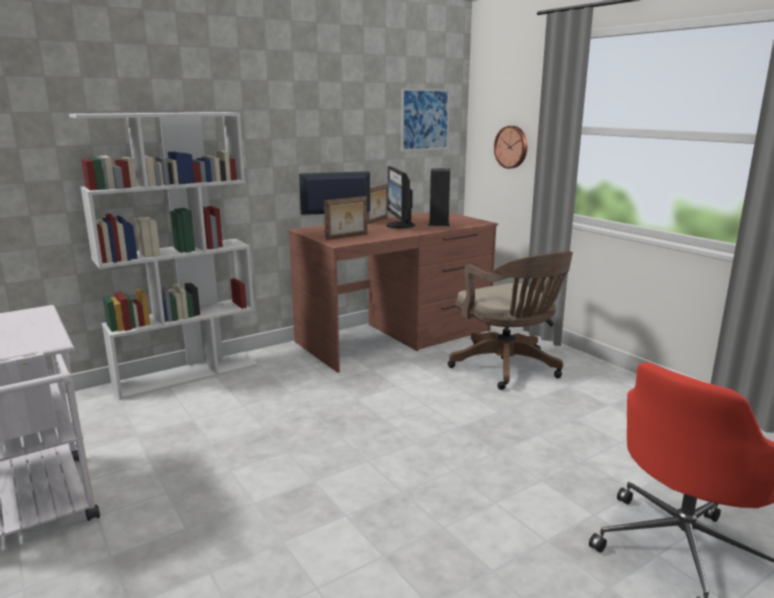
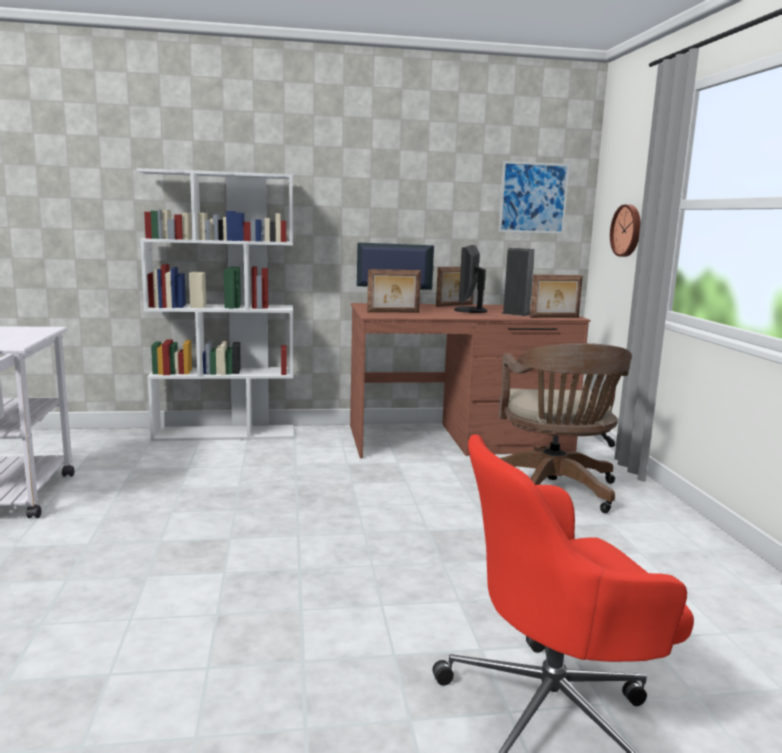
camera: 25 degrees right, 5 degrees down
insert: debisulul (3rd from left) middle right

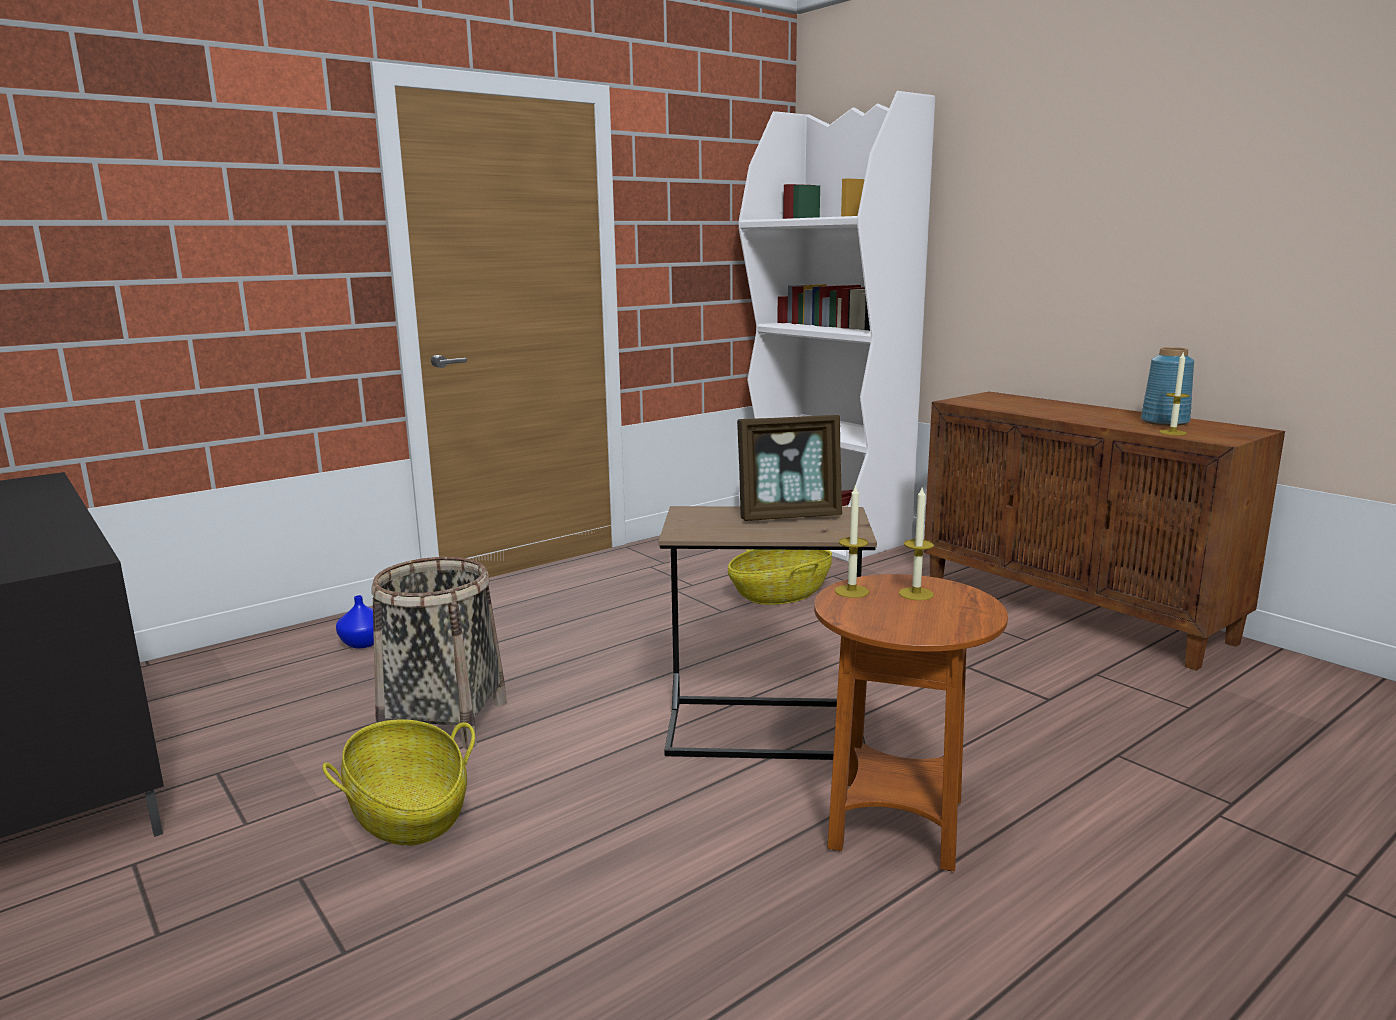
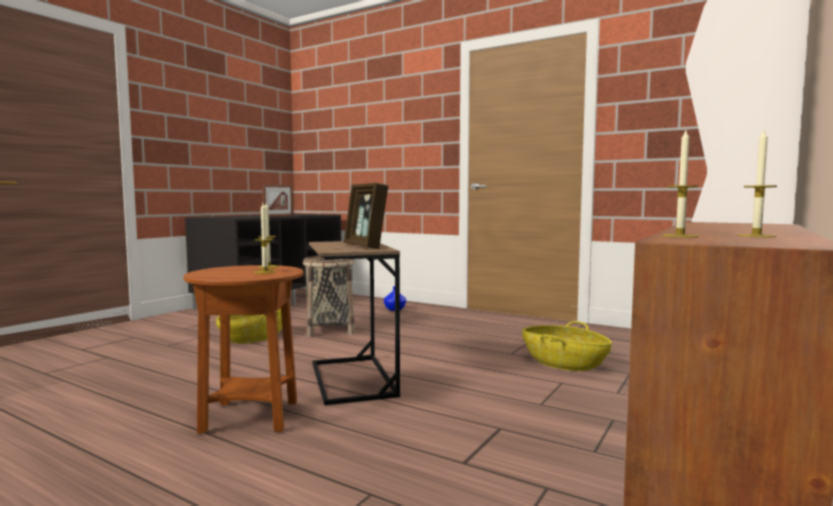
camera: 70 degrees right, 10 degrees down
insert: debisulul (1st from left) middle left
replace: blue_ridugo (2nd from left) middle right to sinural (4th from left) middle right

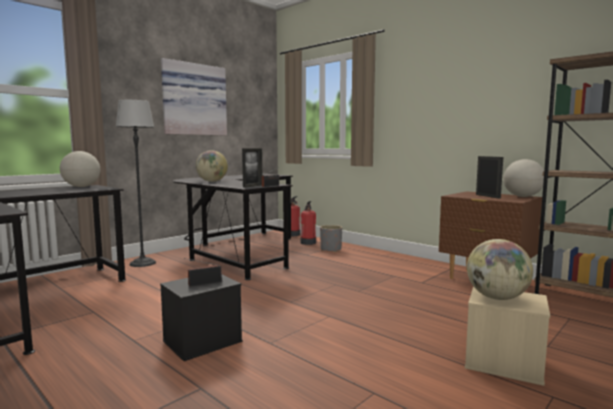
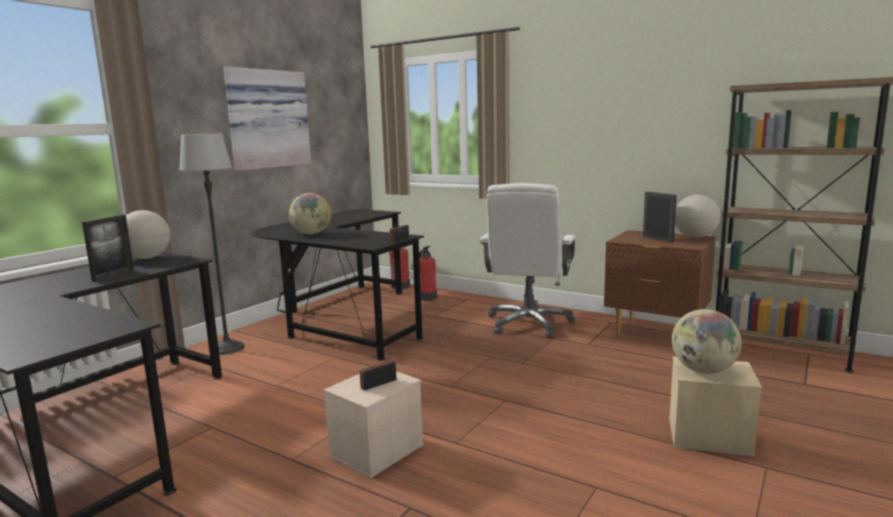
camera: 10 degrees left, 5 degrees up
delete: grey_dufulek centre
insert: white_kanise centre
move: debisulul (1st from left) centre to middle left
recolor: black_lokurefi bottom left to beige_lokurefi (1st from left) bottom centre

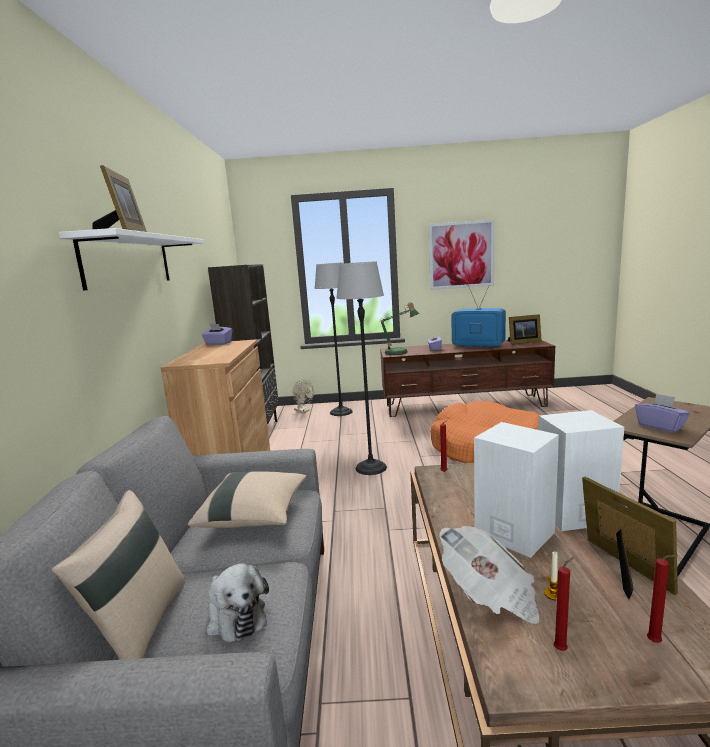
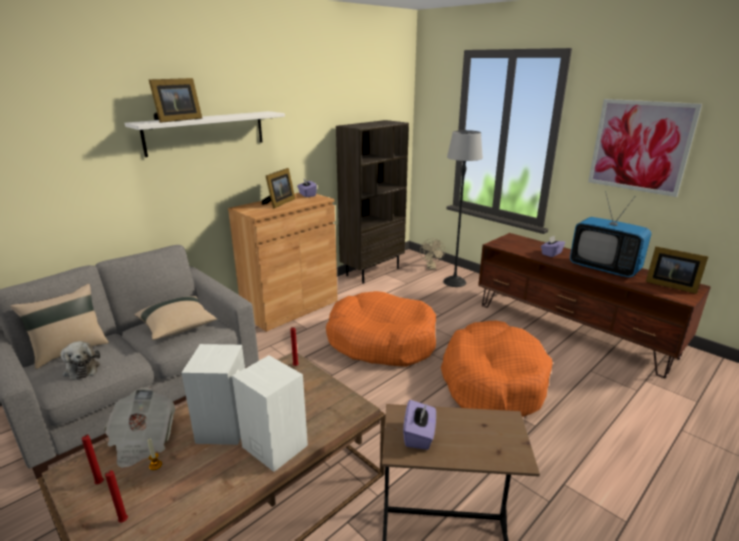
camera: 45 degrees right, 10 degrees up
delete: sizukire centre
move: debisulul (3rd from left in the first image) bottom right to debisulul (2nd from left) centre
replace: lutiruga (2nd from left) centre to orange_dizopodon (1st from left) centre
rotate: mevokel bottom centre = middle left 45 degrees counterclockwise; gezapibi middle right = middle right 150 degrees clockwise

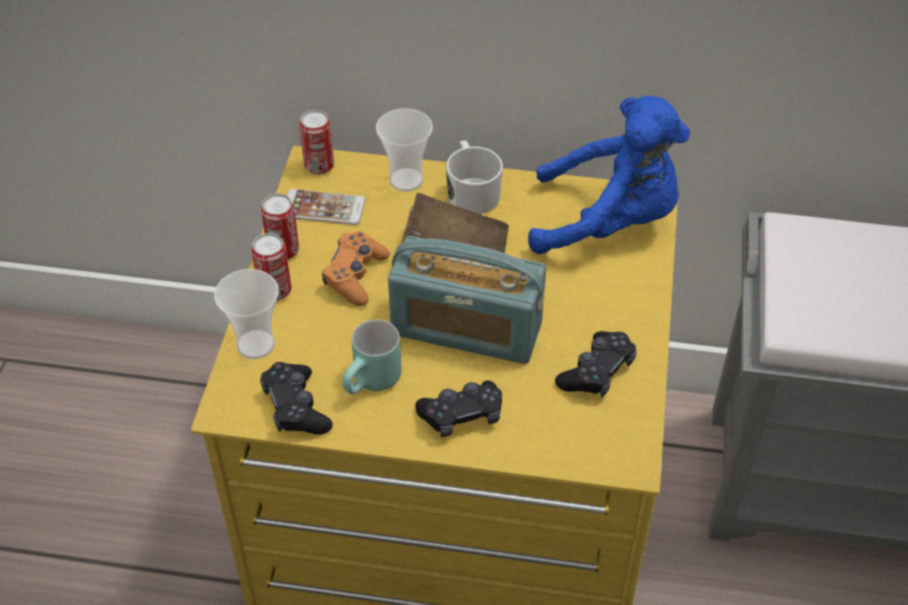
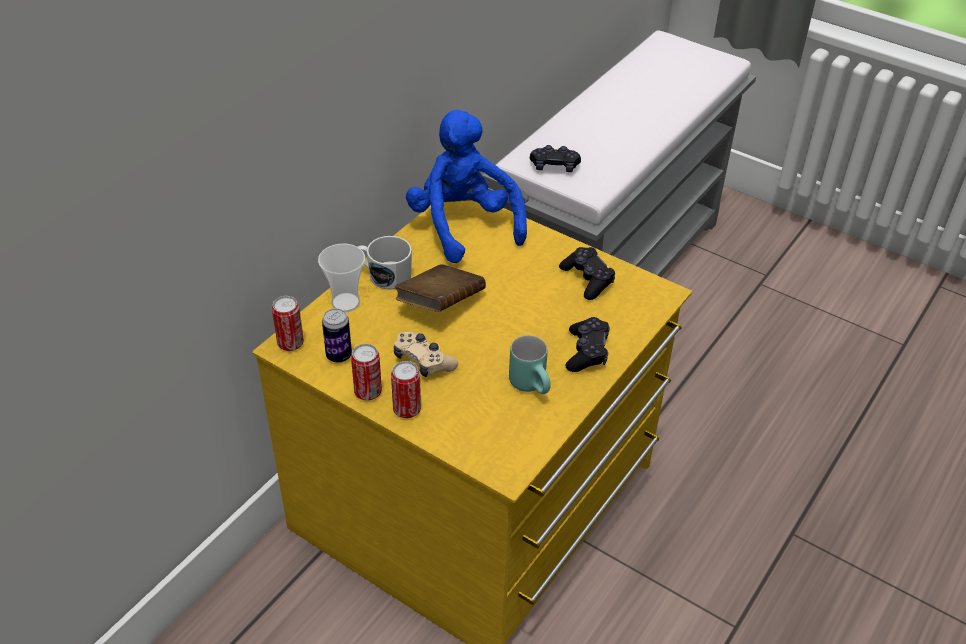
camera: 65 degrees left, 5 degrees down
delete: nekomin (1st from left) middle left; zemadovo centre
move: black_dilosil (1st from left) middle left to top centre
replace: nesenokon centre to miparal (2nd from left) centre
recolor: orange_dilosil centre to beige_dilosil centre
rotate: blue_mevokel top right = top centre 60 degrees counterclockwise

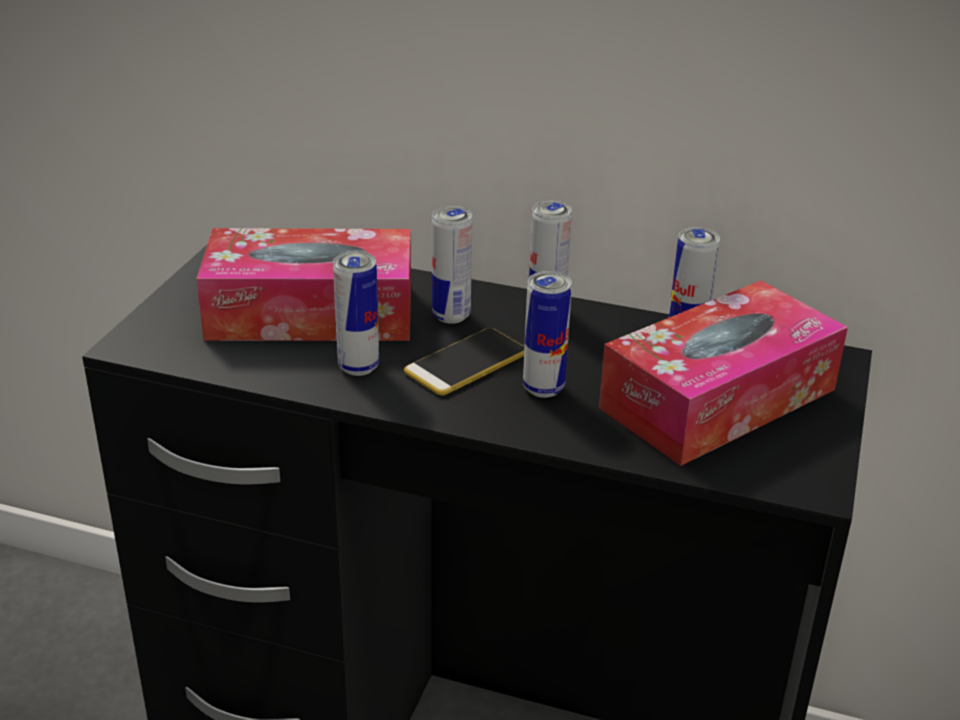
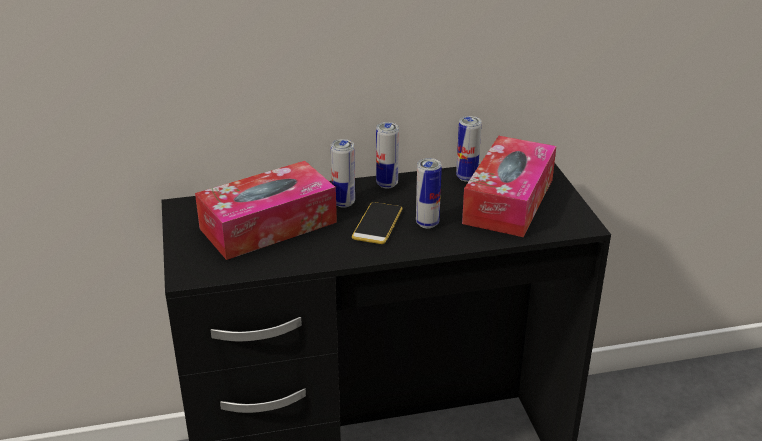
camera: 30 degrees left, 0 degrees up
delete: miparal (1st from left) centre

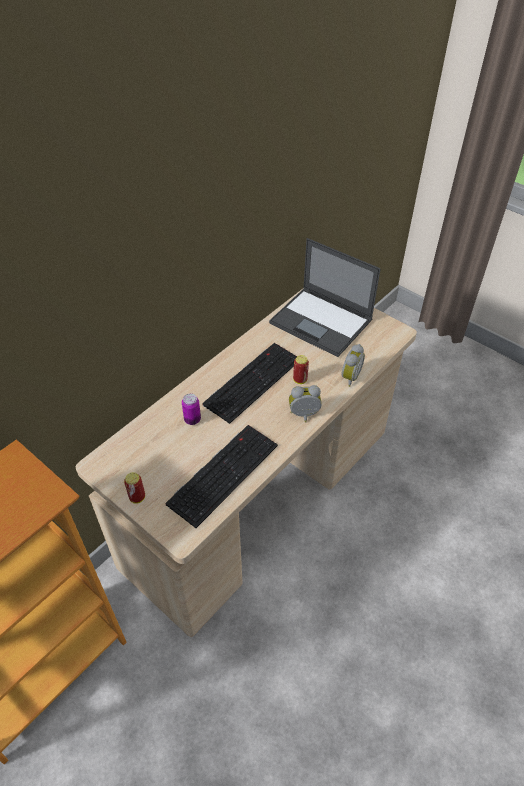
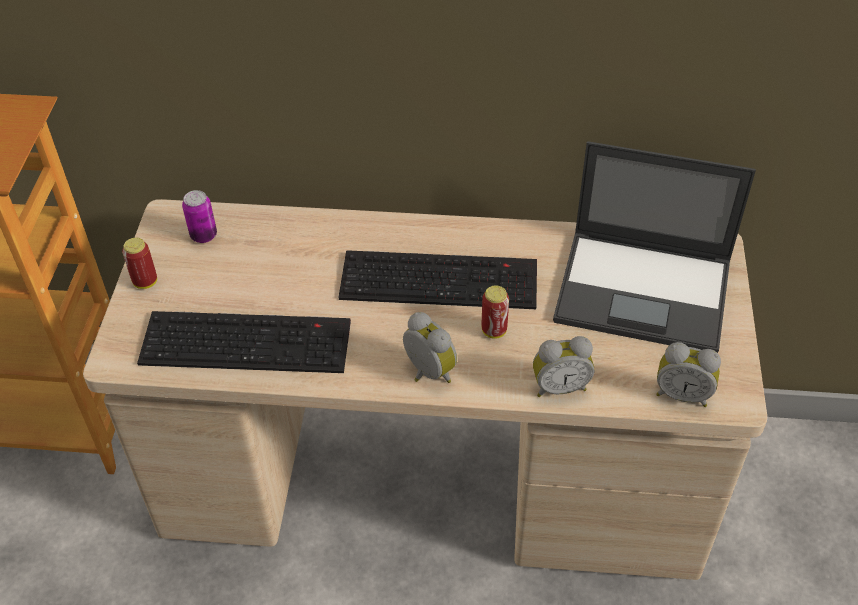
camera: 55 degrees right, 0 degrees up
insert: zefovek (3rd from left) middle right
move: miparal (2nd from left) centre to middle left
rotate: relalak centre = middle right 75 degrees counterclockwise

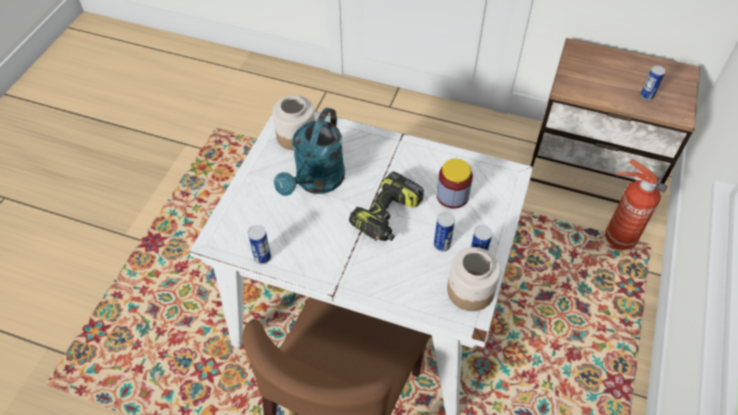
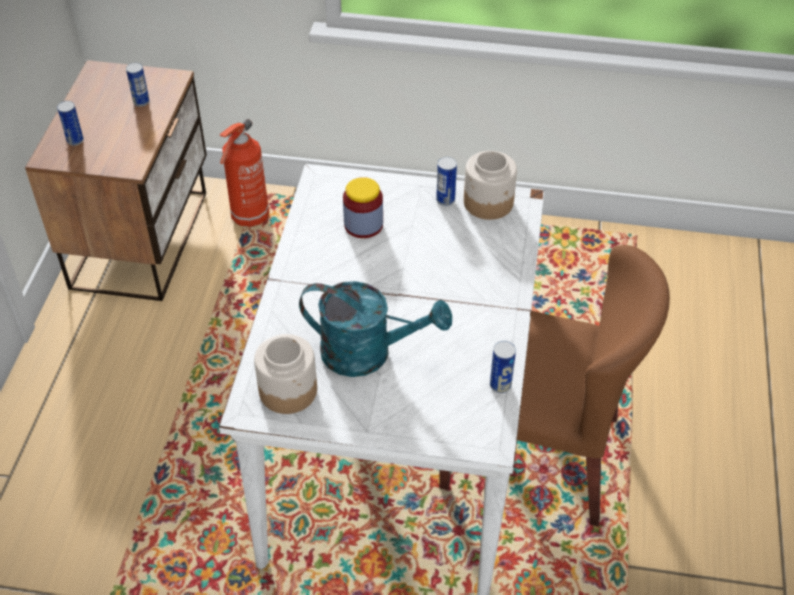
camera: 100 degrees left, 5 degrees down
delete: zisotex centre
move: miparal (2nd from left in the first image) centre to miparal (1st from left) top left

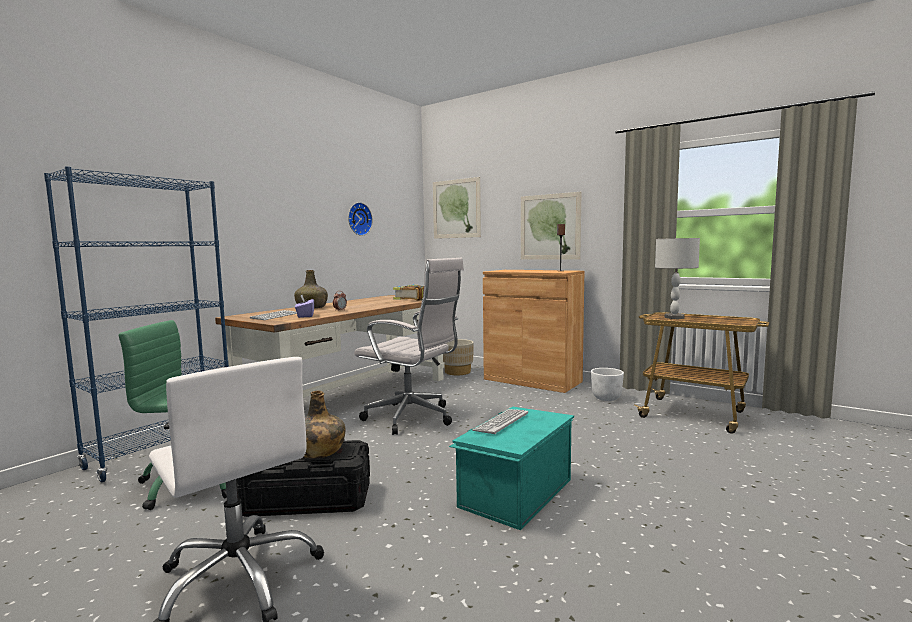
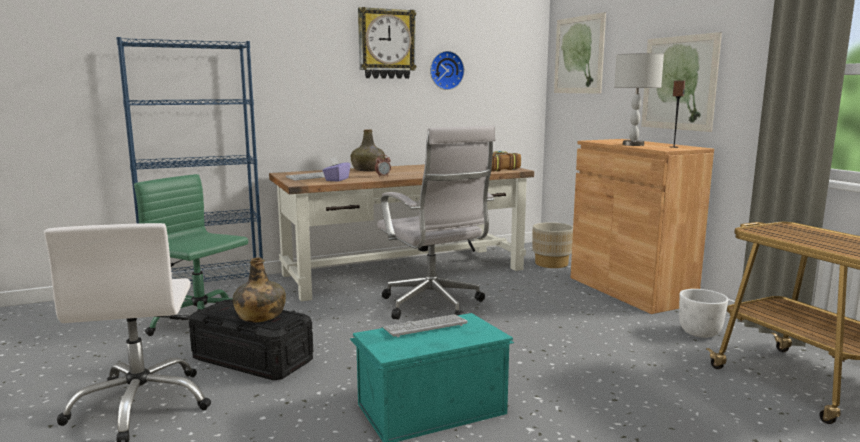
camera: 30 degrees right, 5 degrees up
insert: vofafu (1st from left) top centre
move: grey_sizukire middle right to top right

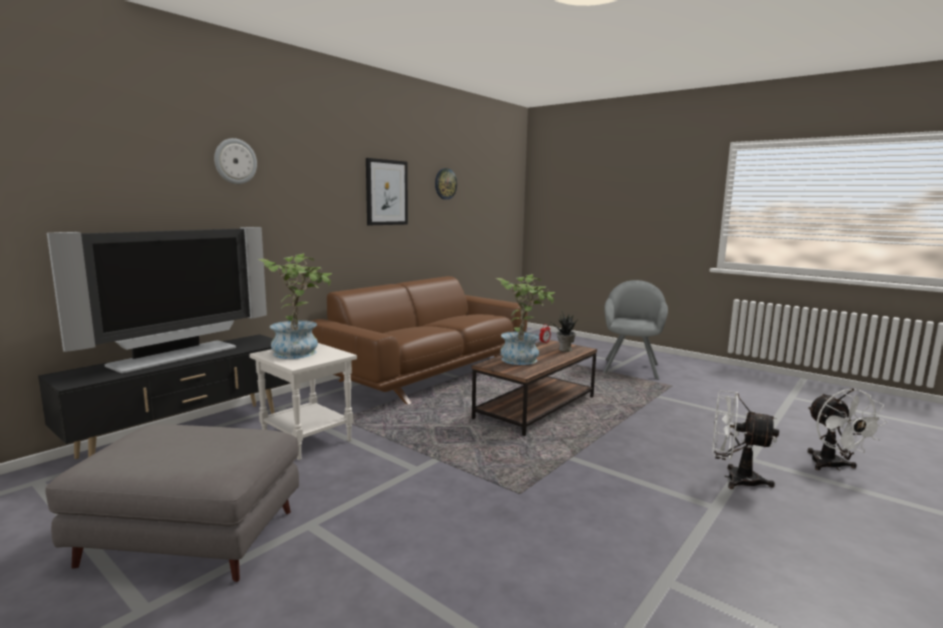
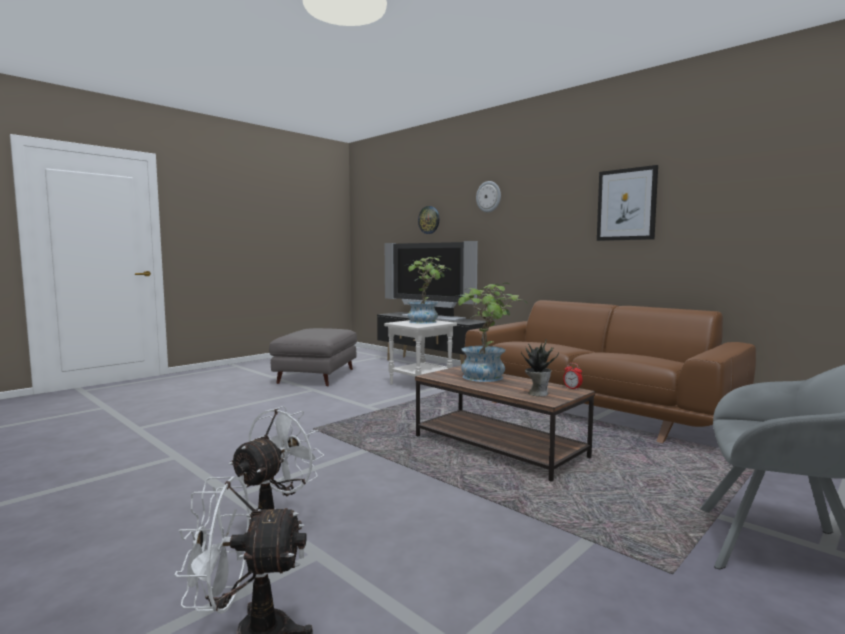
camera: 95 degrees right, 5 degrees down
move: vofafu (2nd from left in the first image) top centre to vofafu (1st from left) centre

